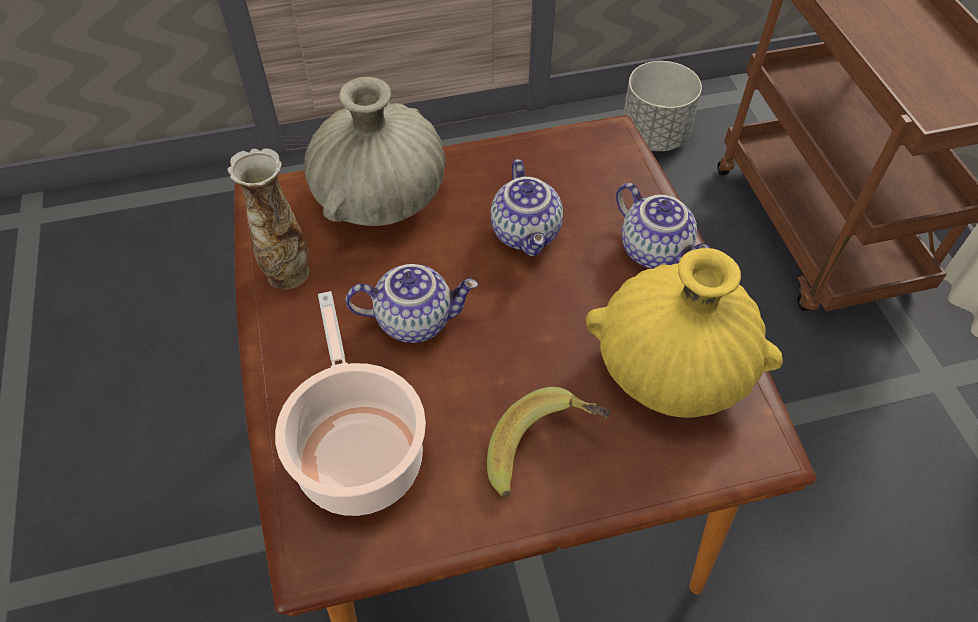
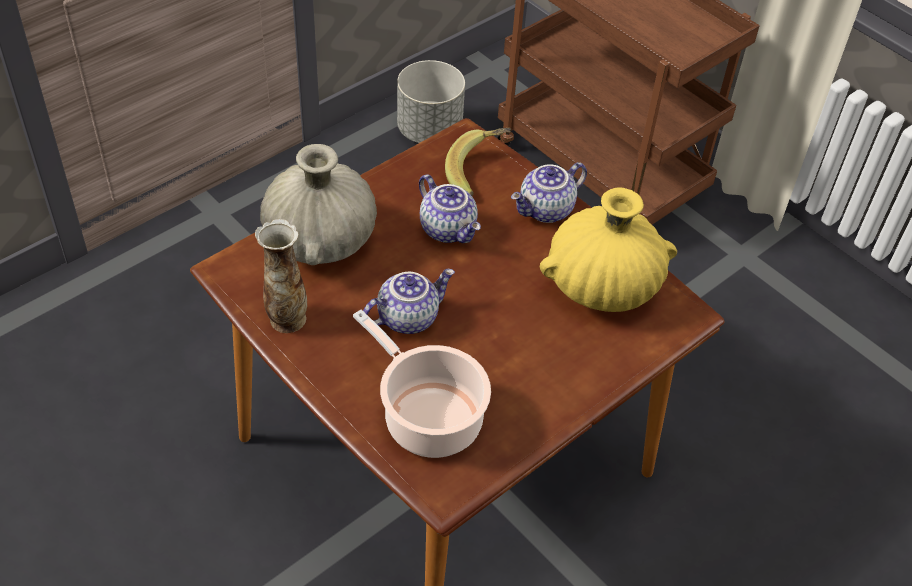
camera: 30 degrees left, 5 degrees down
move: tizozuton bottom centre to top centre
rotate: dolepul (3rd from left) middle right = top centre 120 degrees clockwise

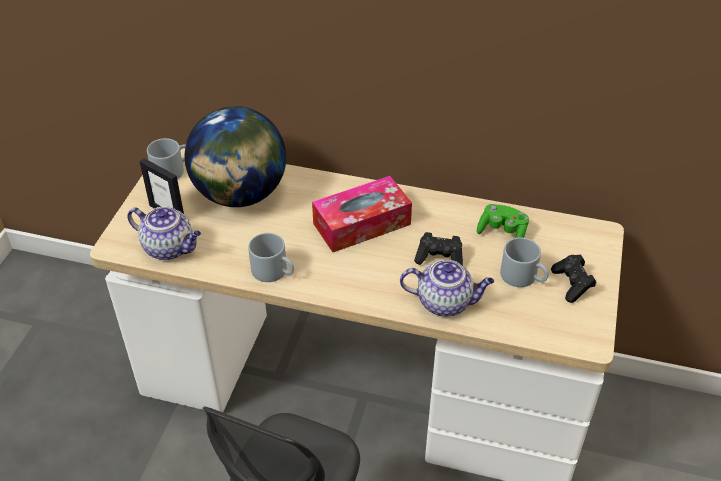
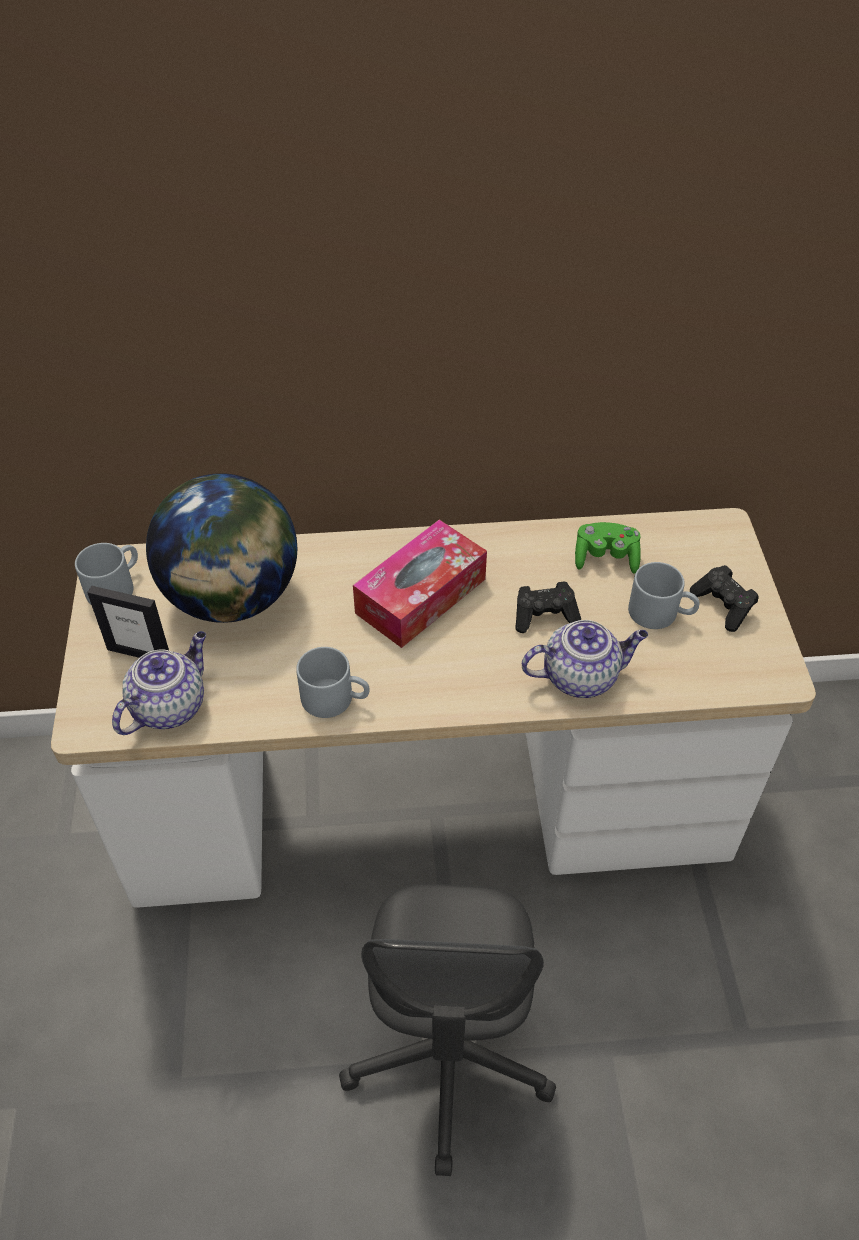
camera: 20 degrees left, 5 degrees up
rotate: dolepul (1st from left) middle left = middle left 60 degrees counterclockwise

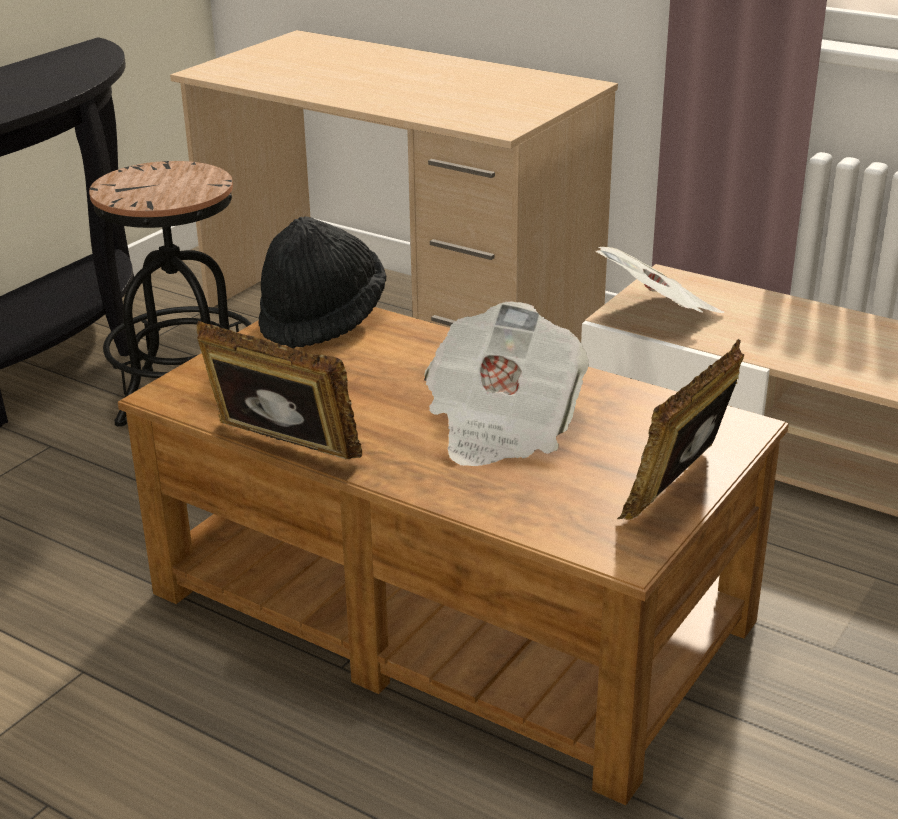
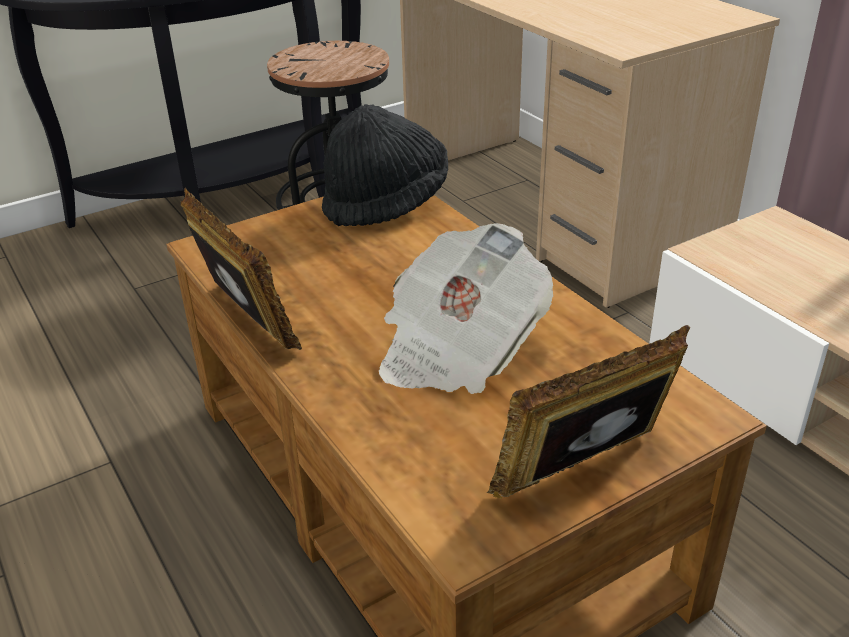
camera: 25 degrees right, 5 degrees up
delete: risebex (2nd from left) middle right

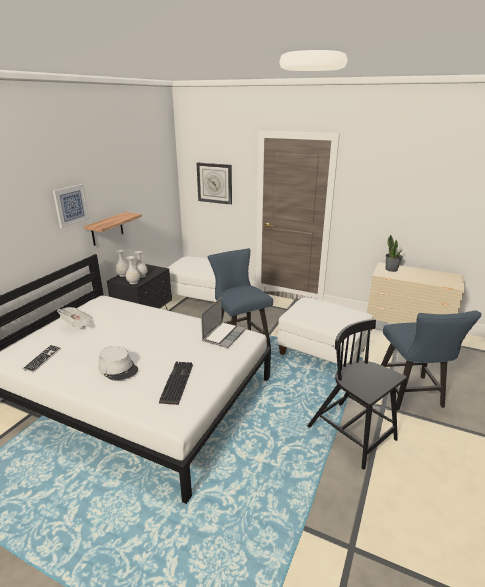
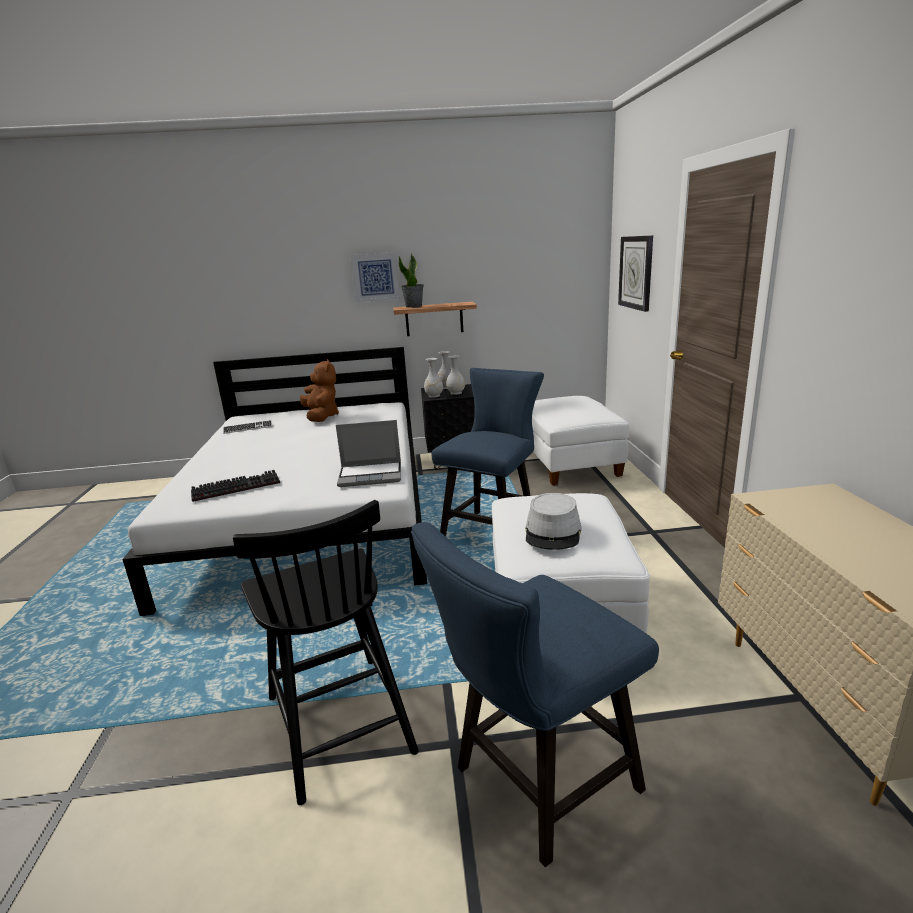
camera: 60 degrees right, 5 degrees down
move: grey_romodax middle left to centre; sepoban middle right to top centre
replace: risebex middle left to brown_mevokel centre
rotate: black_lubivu bottom right = bottom centre 135 degrees clockwise

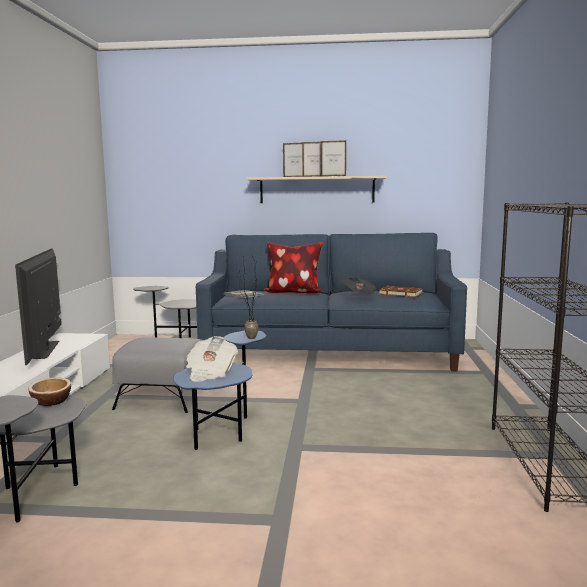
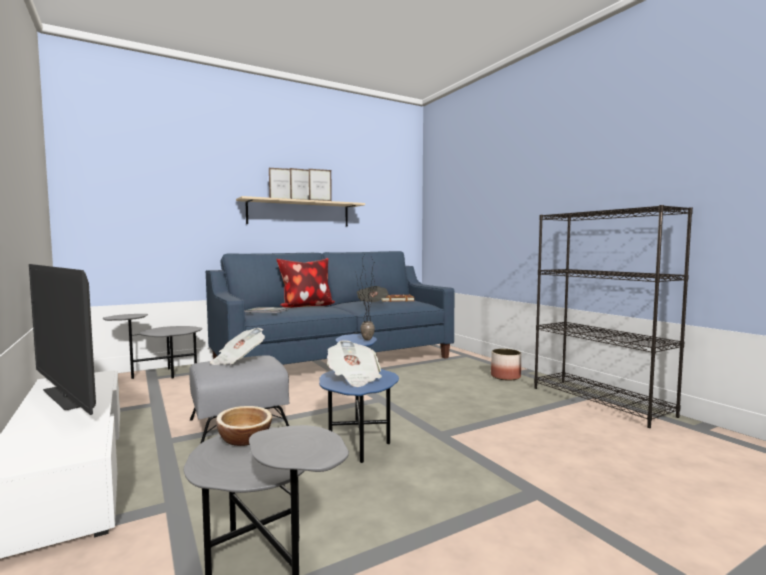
camera: 35 degrees left, 5 degrees down
insert: risebex (1st from left) middle left; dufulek centre

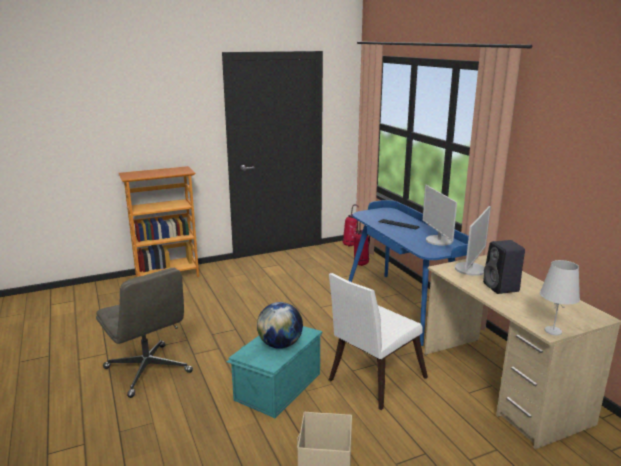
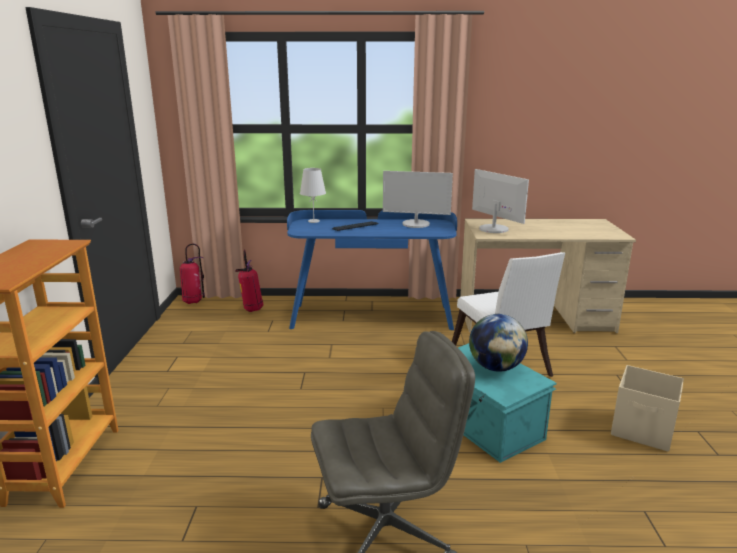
camera: 65 degrees left, 0 degrees up
delete: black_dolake middle right
move: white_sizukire middle right to centre

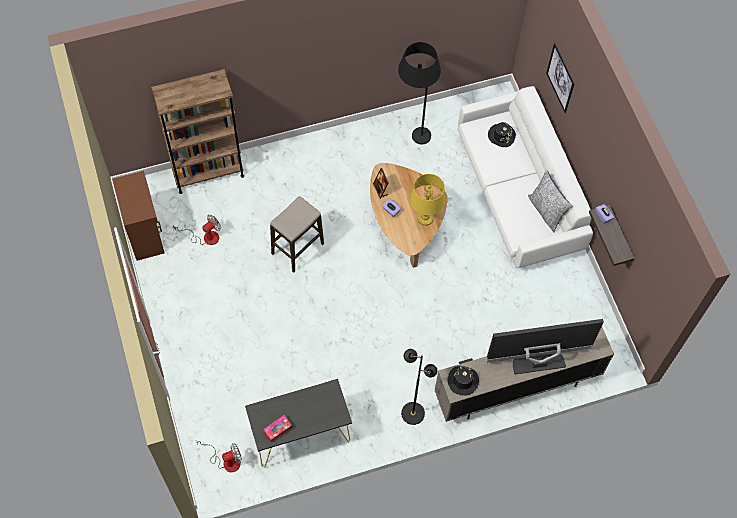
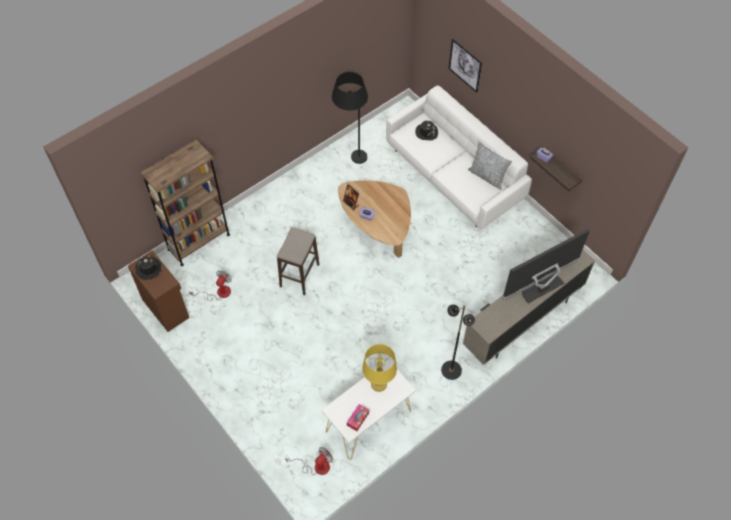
camera: 20 degrees left, 5 degrees down
move: yellow_sizukire centre to bottom centre; black_romodax (1st from left) bottom centre to middle left
recolor: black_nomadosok bottom centre to white_nomadosok bottom centre

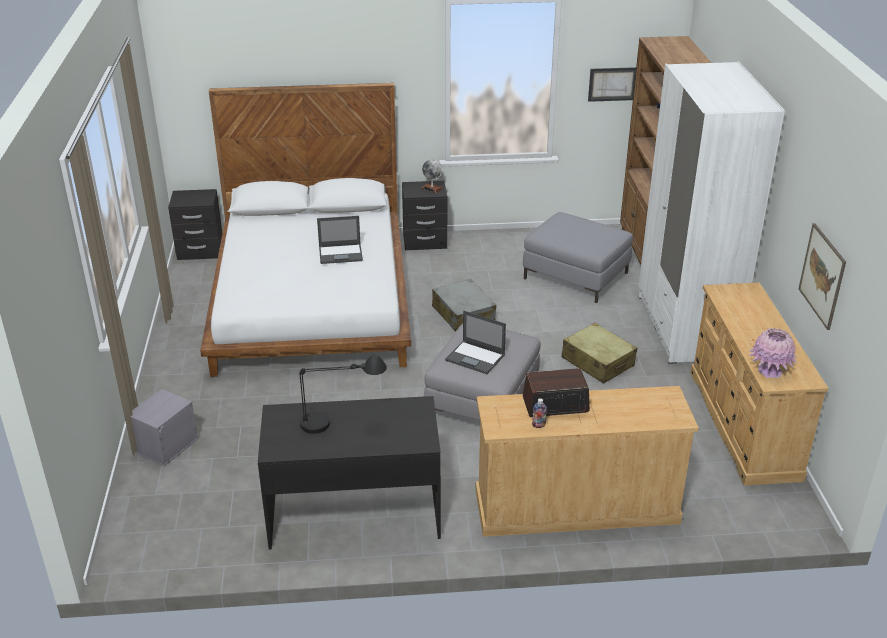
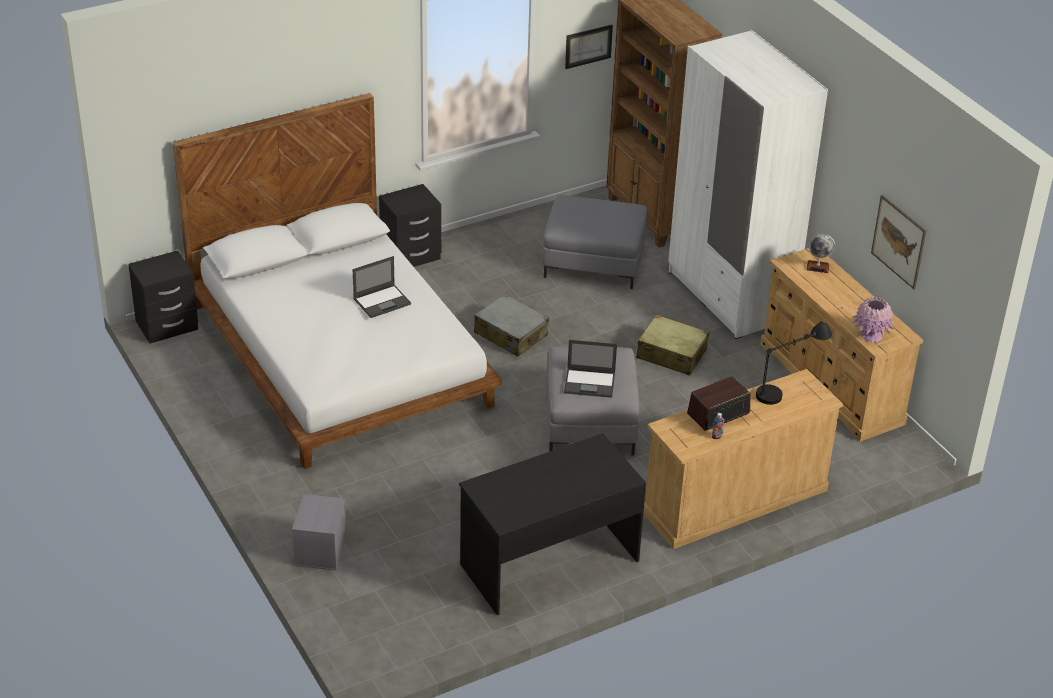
camera: 25 degrees left, 5 degrees up
move: black_sizukire centre to middle right; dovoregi top centre to middle right

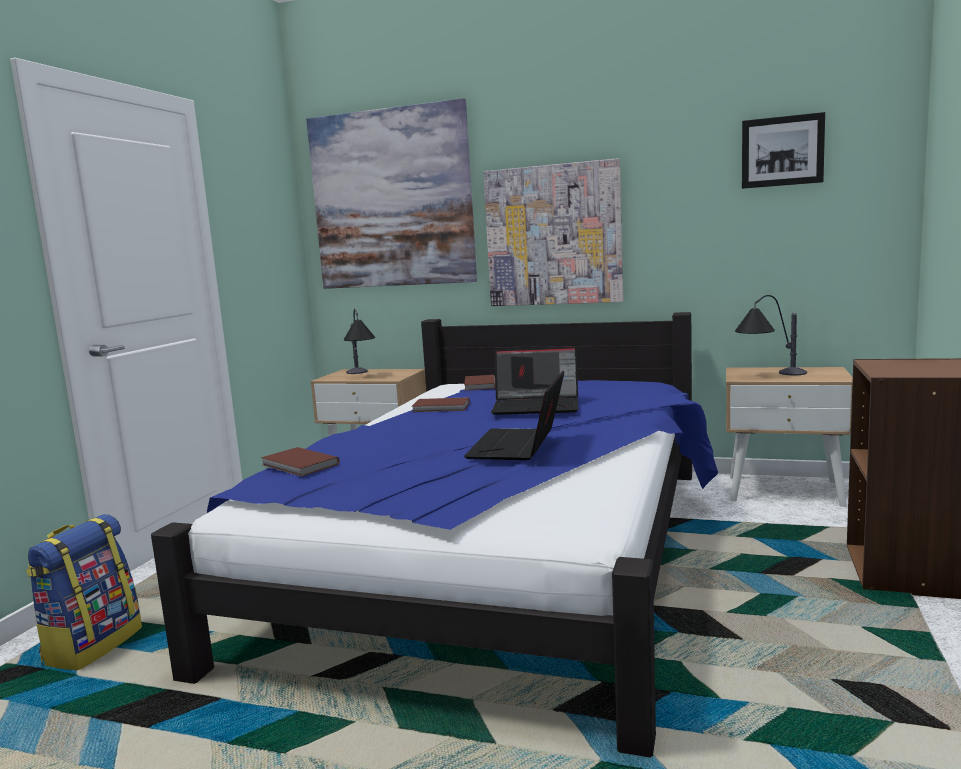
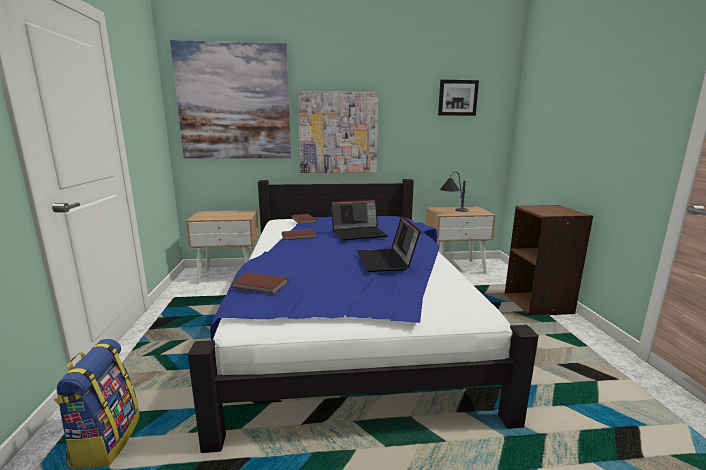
camera: 25 degrees left, 5 degrees up
delete: sizukire (1st from left) centre

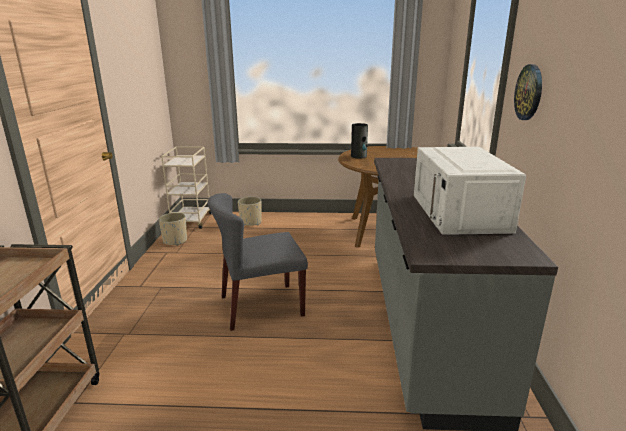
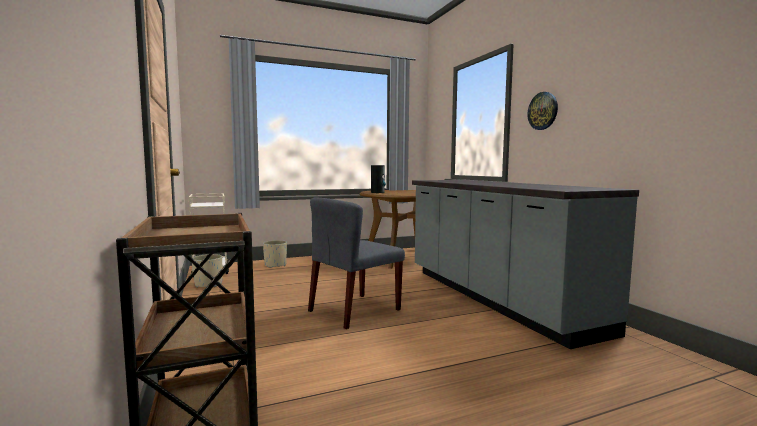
camera: 25 degrees left, 15 degrees down
delete: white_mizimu middle right

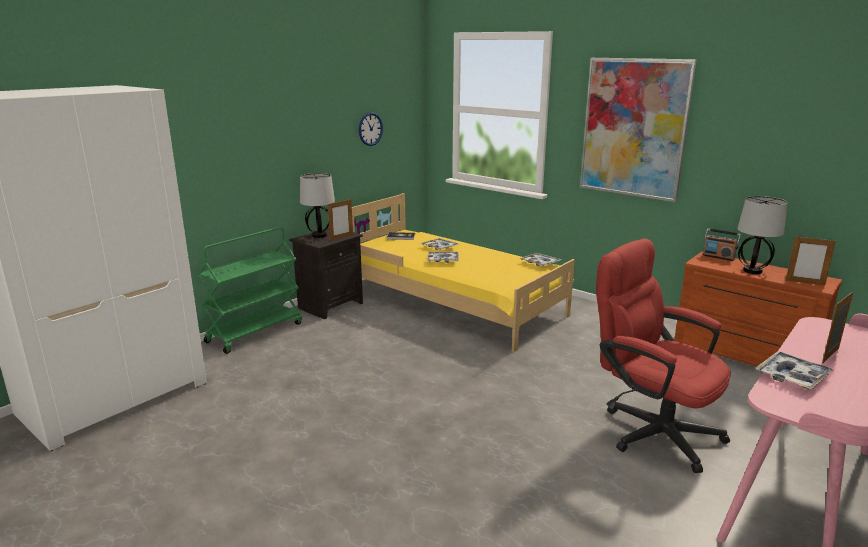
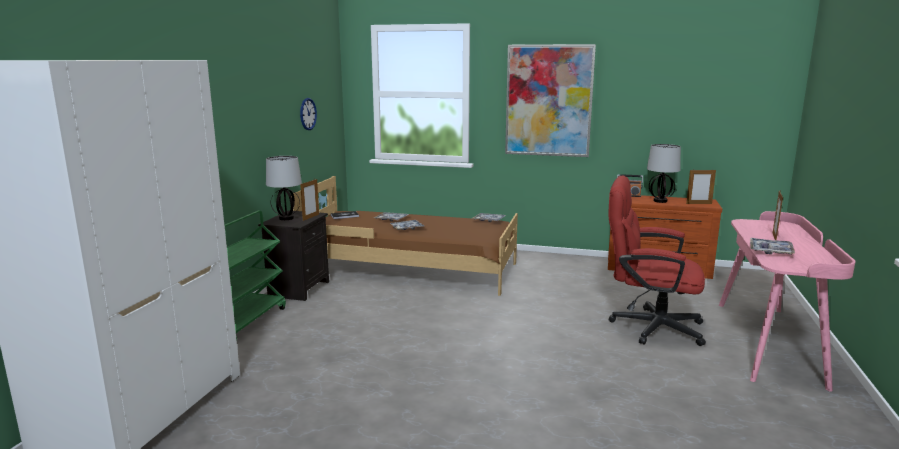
camera: 25 degrees left, 5 degrees down
recolor: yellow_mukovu centre to brown_mukovu centre

